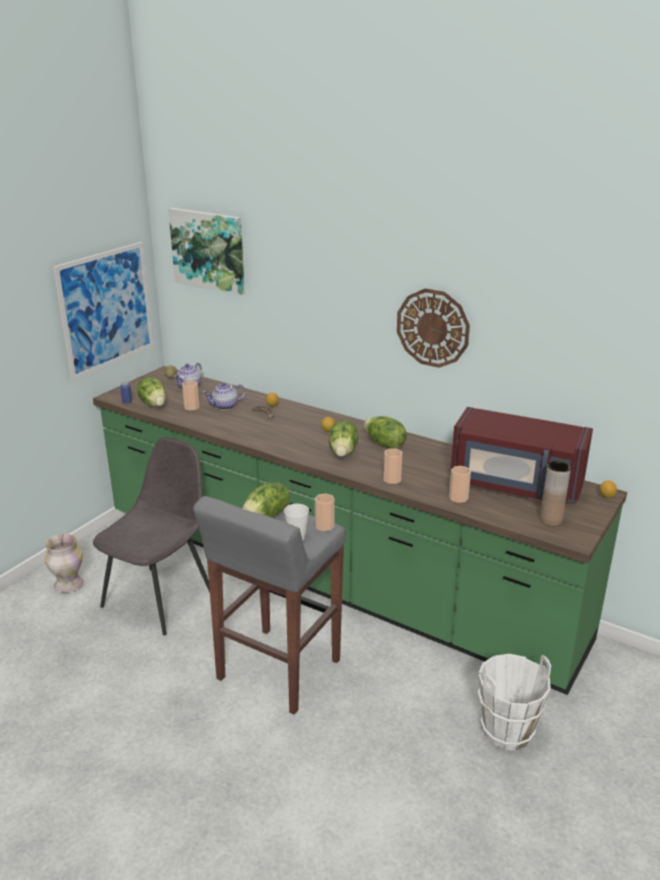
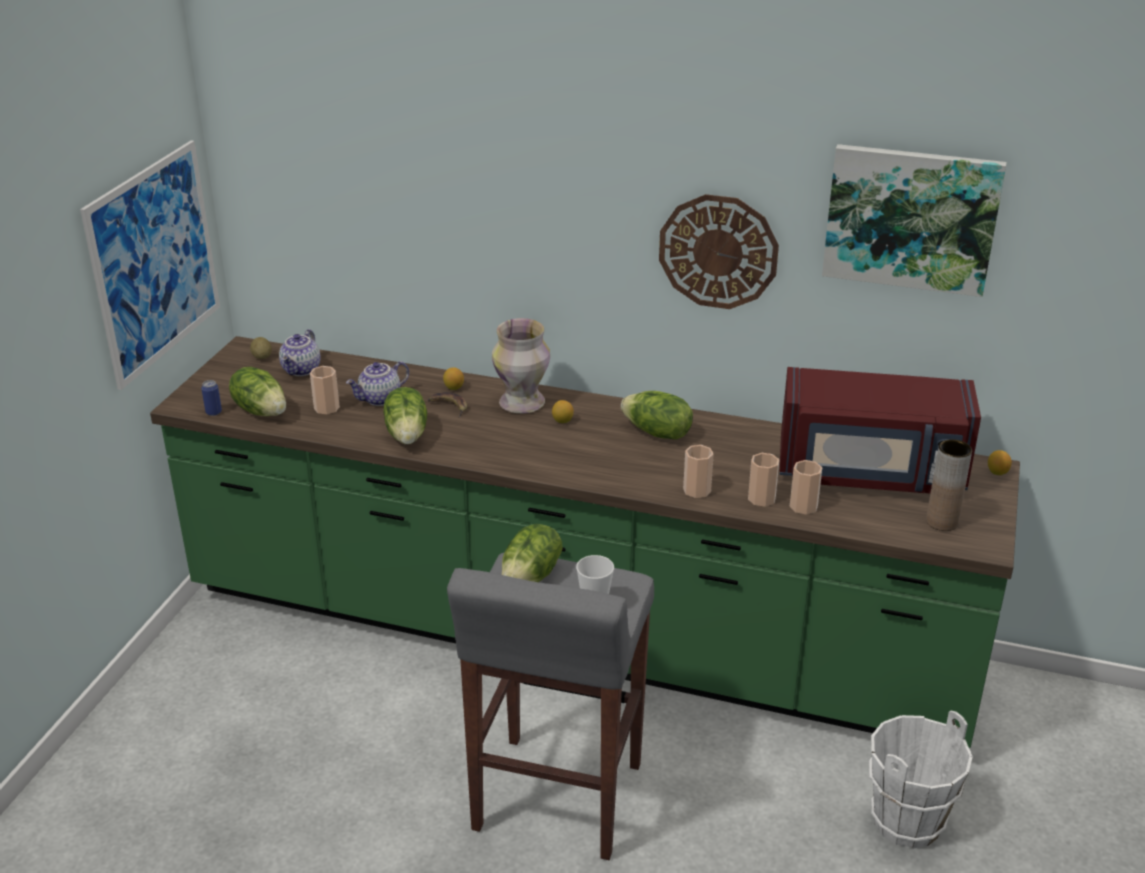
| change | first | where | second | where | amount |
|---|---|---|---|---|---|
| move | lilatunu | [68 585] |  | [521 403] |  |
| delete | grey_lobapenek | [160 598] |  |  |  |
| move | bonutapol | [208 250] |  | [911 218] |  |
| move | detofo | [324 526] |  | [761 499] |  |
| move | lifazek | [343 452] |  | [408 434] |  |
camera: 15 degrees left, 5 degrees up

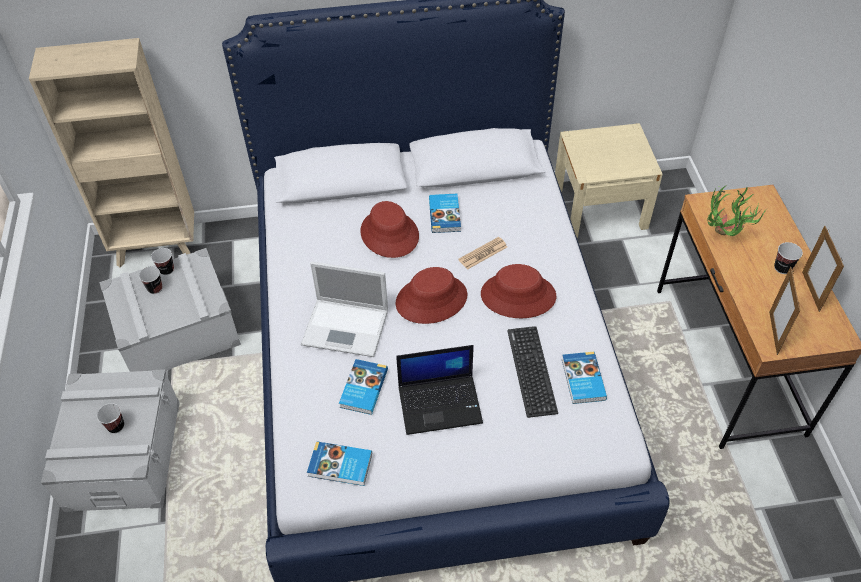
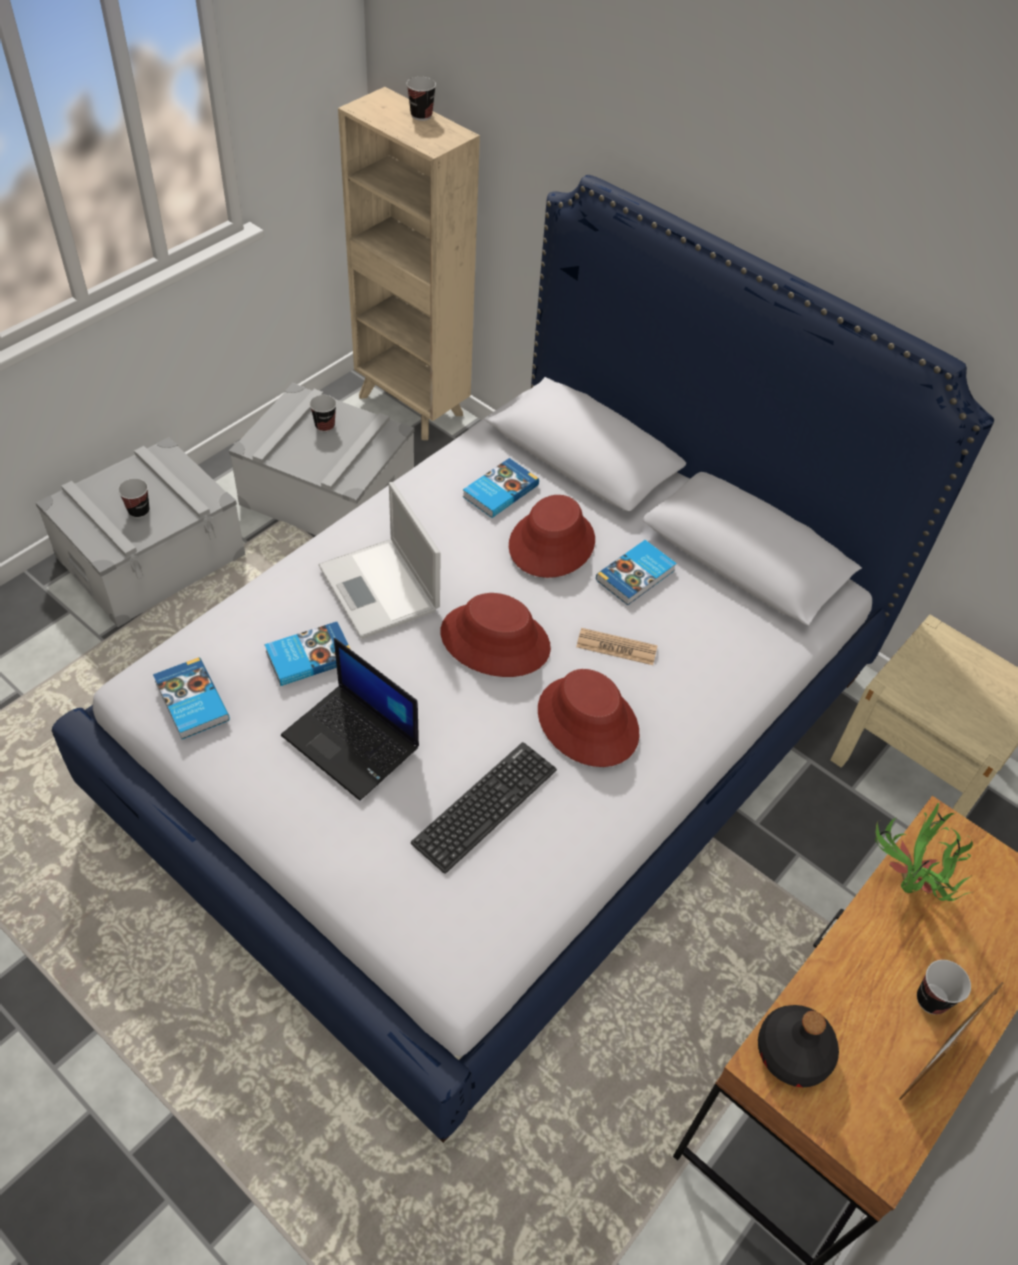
| change | first | where | second | where | amount |
|---|---|---|---|---|---|
| move | detofo | [166 270] |  | [421 115] |  |
| move | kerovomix | [582 380] |  | [499 491] |  |
| replace | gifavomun | [773 333] | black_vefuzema | [793 1053] |  |
camera: 45 degrees right, 0 degrees up

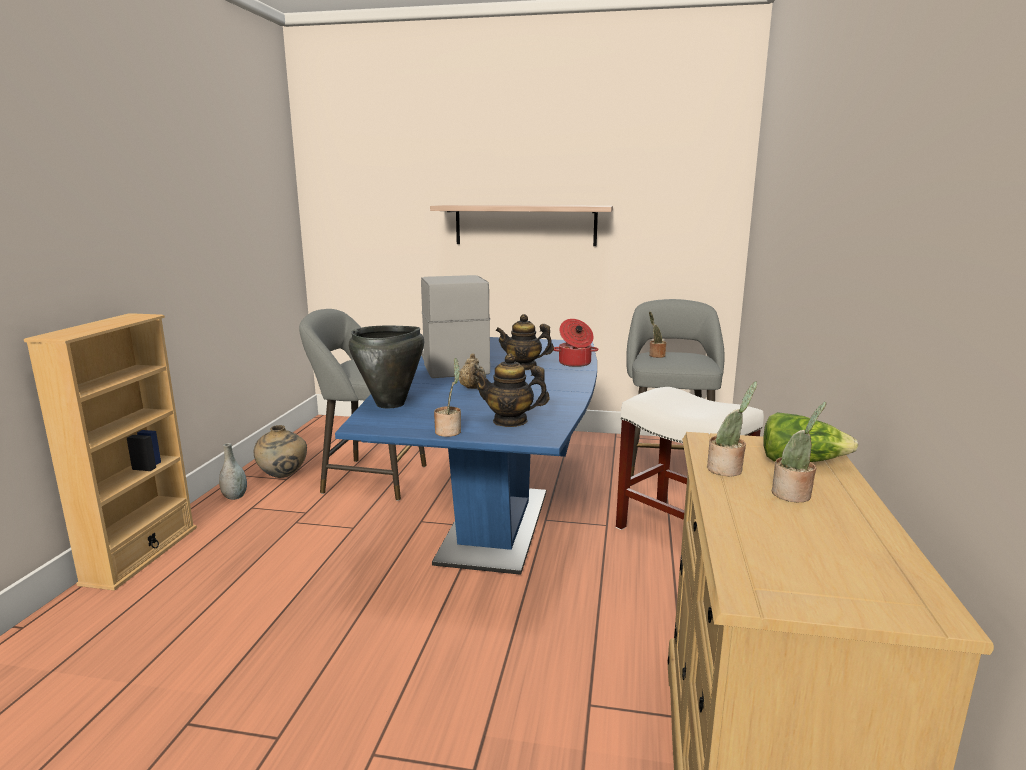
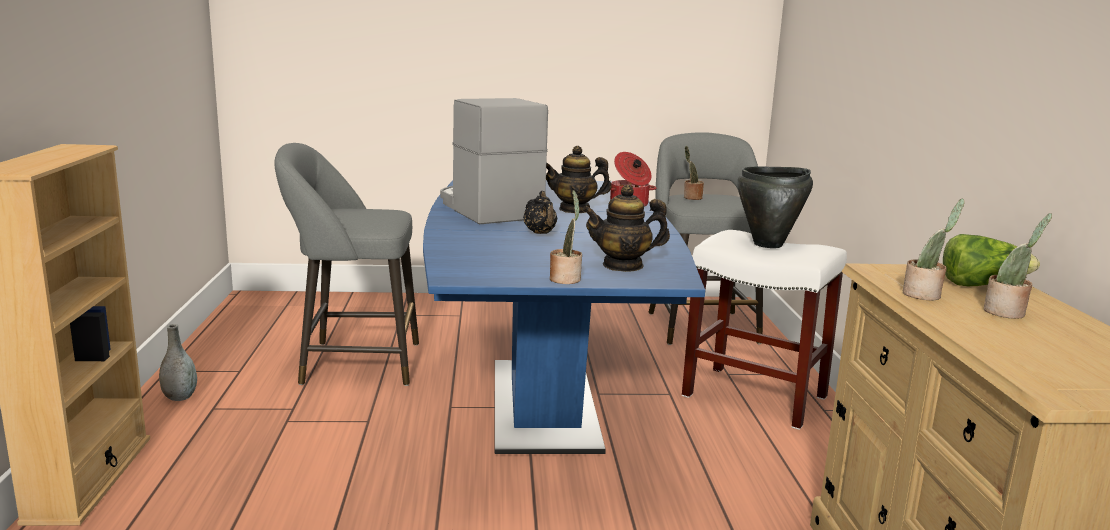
| change | first | where | second | where | amount |
|---|---|---|---|---|---|
| delete | beige_lilatunu | [283 477] |  |  |  |
| move | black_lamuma | [390 404] |  | [768 244] |  |
| delete | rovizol | [525 225] |  |  |  |
| recolor | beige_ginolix | [472 388] | black_ginolix | [540 233] |  |
camera: 15 degrees left, 0 degrees up

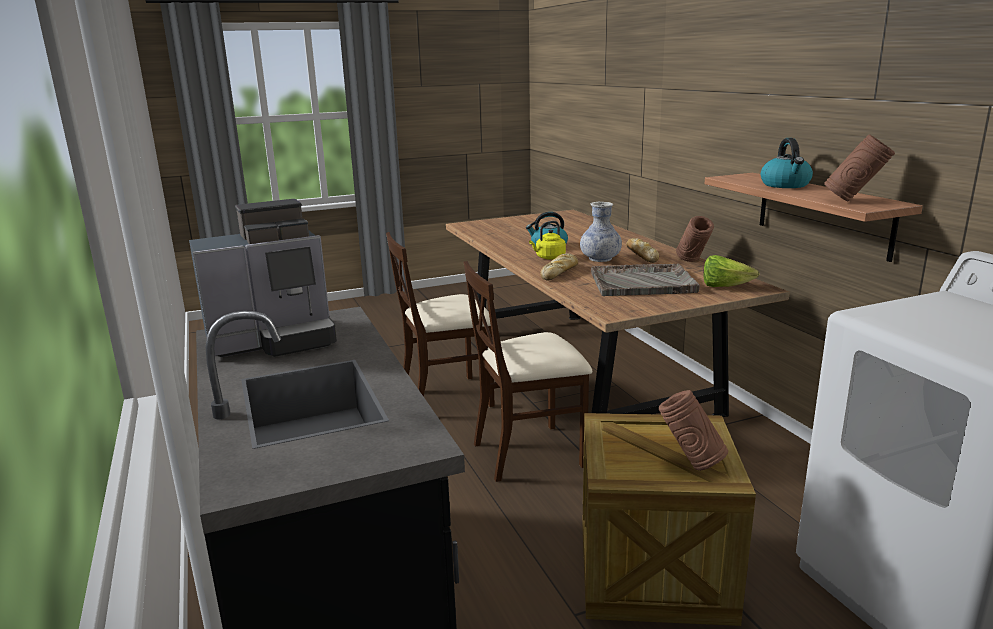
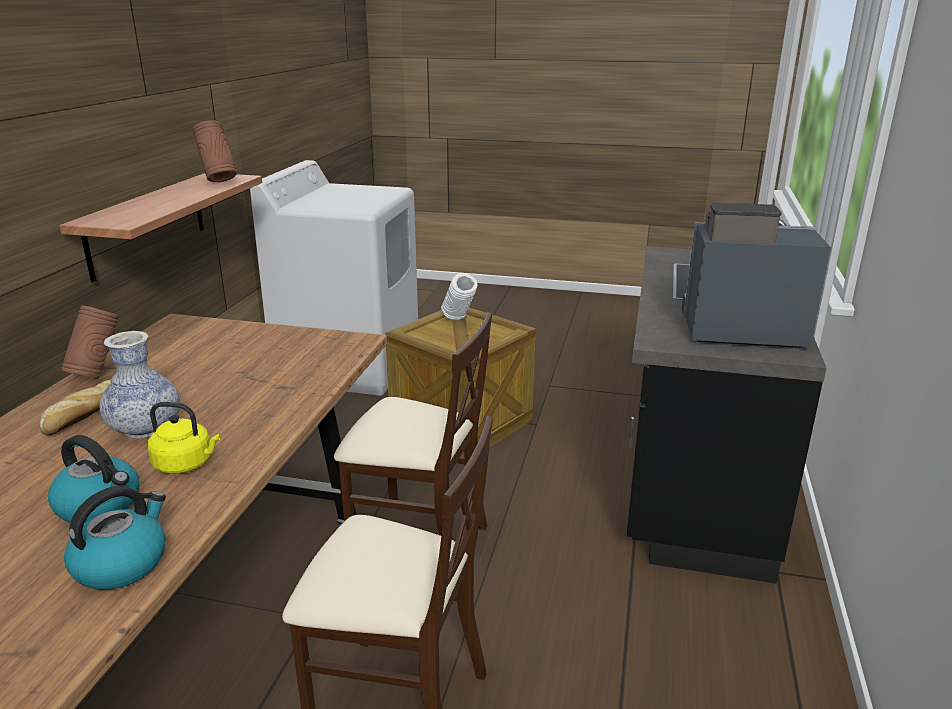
| change | first | where | second | where | amount |
|---|---|---|---|---|---|
| delete | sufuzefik | [559 272] |  |  |  |
| delete | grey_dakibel | [643 282] |  |  |  |
| recolor | brown_lilatunu | [690 463] | white_lilatunu | [459 321] |  |
| delete | lifazek | [724 287] |  |  |  |
| move | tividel | [785 185] |  | [122 563] |  |
camera: 145 degrees left, 5 degrees up

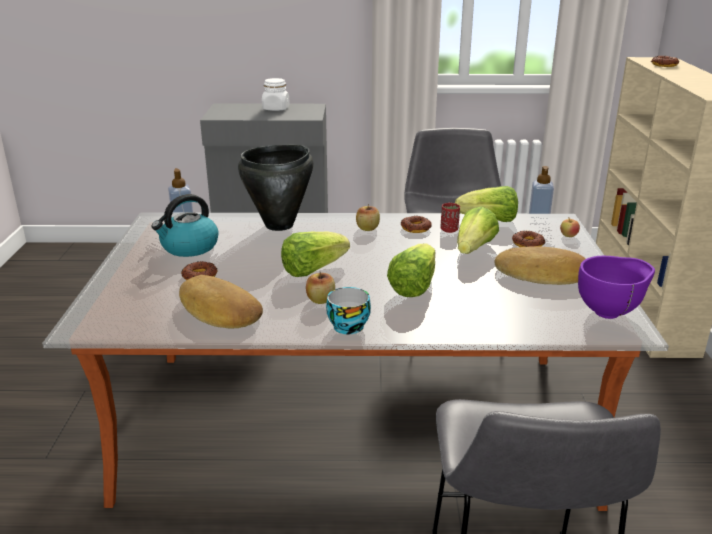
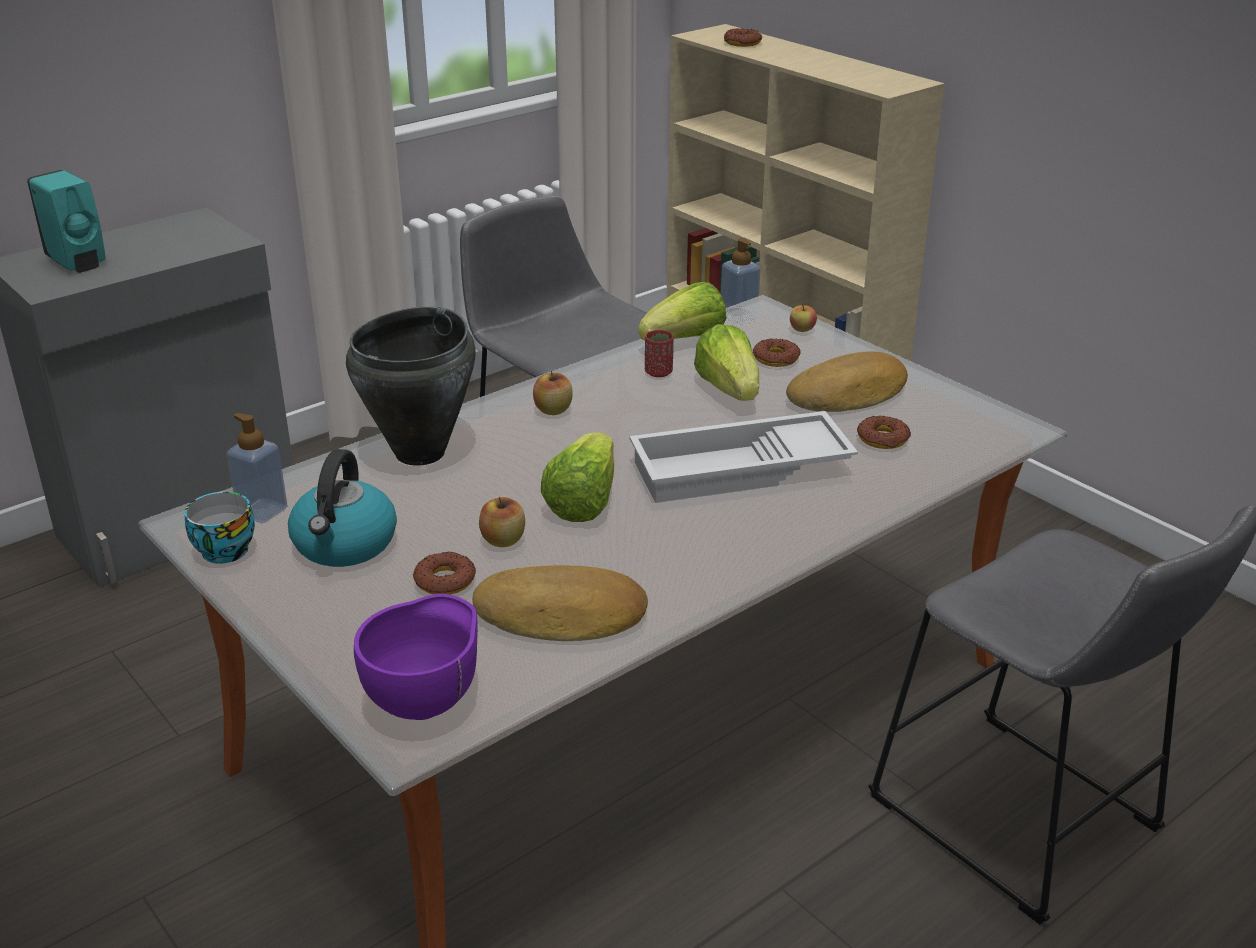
| change | first | where | second | where | amount |
|---|---|---|---|---|---|
| delete | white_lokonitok | [276 109] |  |  |  |
| move | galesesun | [320 300] |  | [503 540] |  |
| move | detofo | [348 325] |  | [222 549] |  |
| replace | lifazek | [413 286] | white_dakibel | [740 471] |  |
| move | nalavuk | [416 228] |  | [883 439] |  |
| move | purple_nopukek | [610 312] |  | [426 702] |  |
| insert |  |  | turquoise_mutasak | [78 263] |  |
camera: 40 degrees left, 5 degrees up

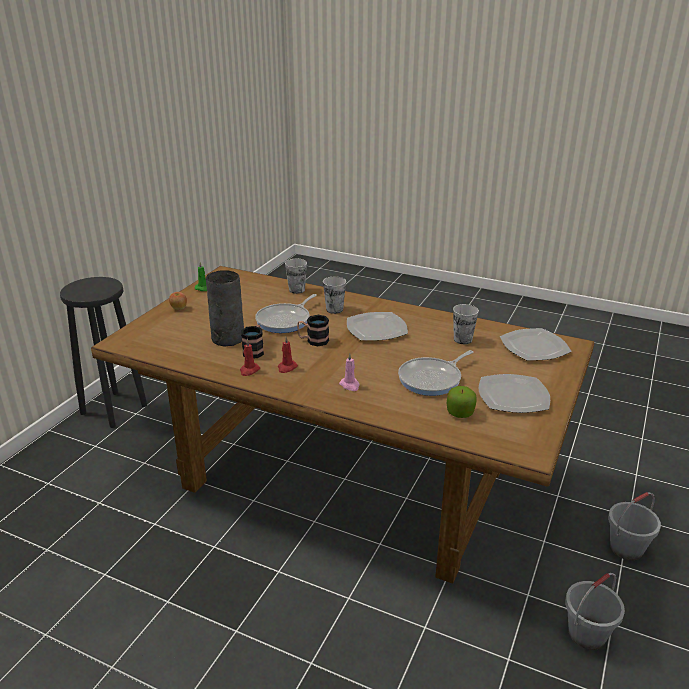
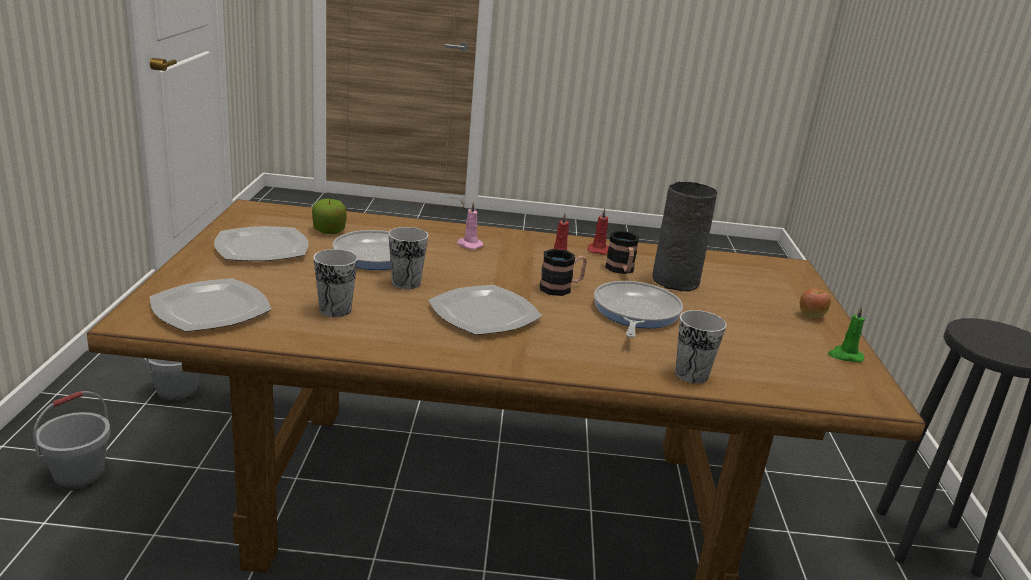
| change | first | where | second | where | amount |
|---|---|---|---|---|---|
| move | detofo | [334 309] |  | [406 283] |  |
camera: 155 degrees right, 5 degrees down

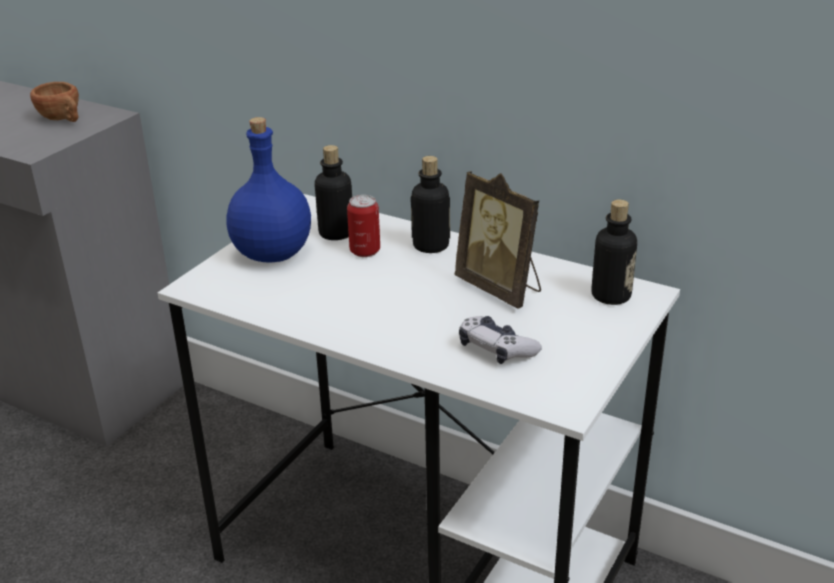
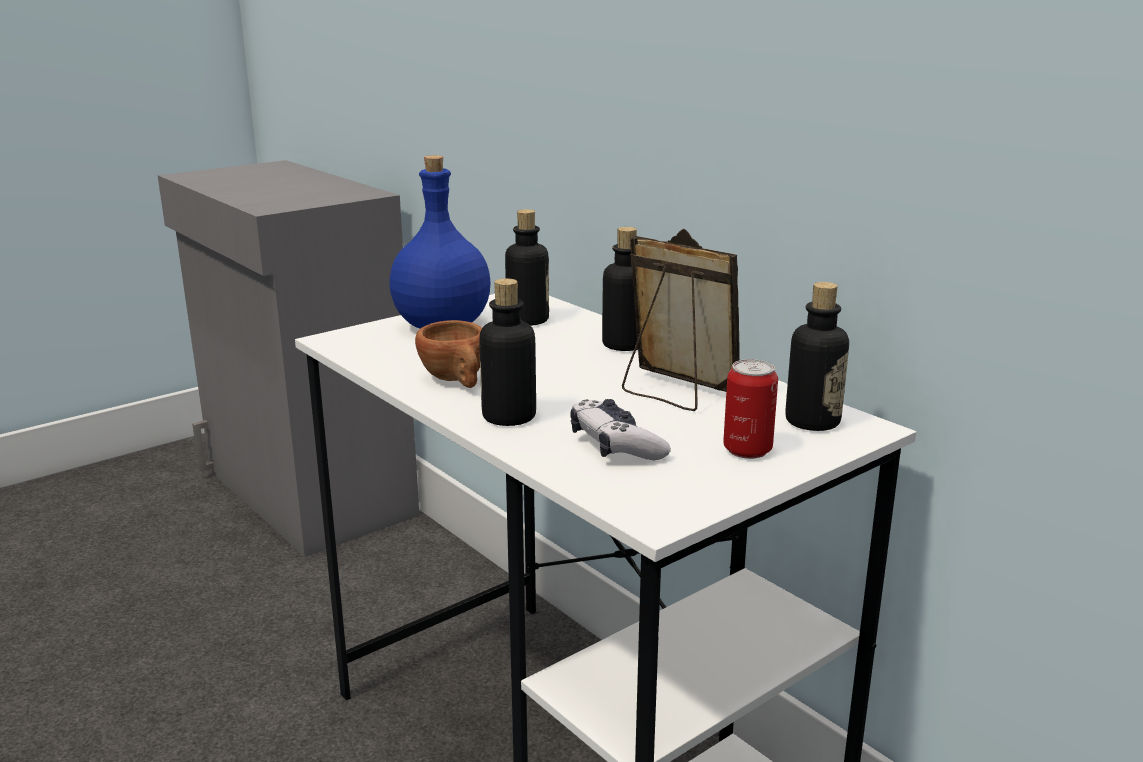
| change | first | where | second | where | amount |
|---|---|---|---|---|---|
| move | brown_detofo | [63 119] |  | [457 381] |  |
| move | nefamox | [365 251] |  | [747 450] |  |
| rotate | gifavomun | [501 288] |  | [674 393] | 150 degrees clockwise |
| insert |  |  | vefuzema | [509 417] |  |
camera: 20 degrees right, 10 degrees down

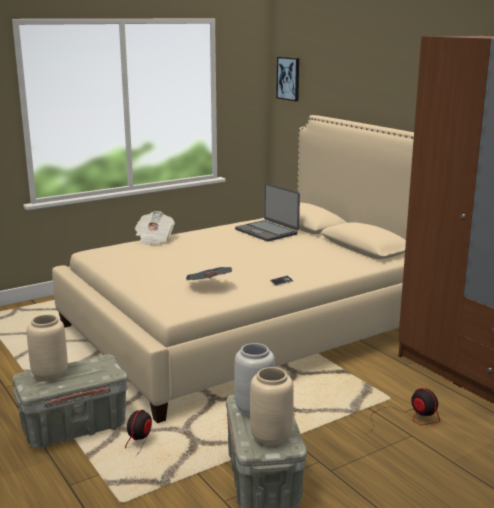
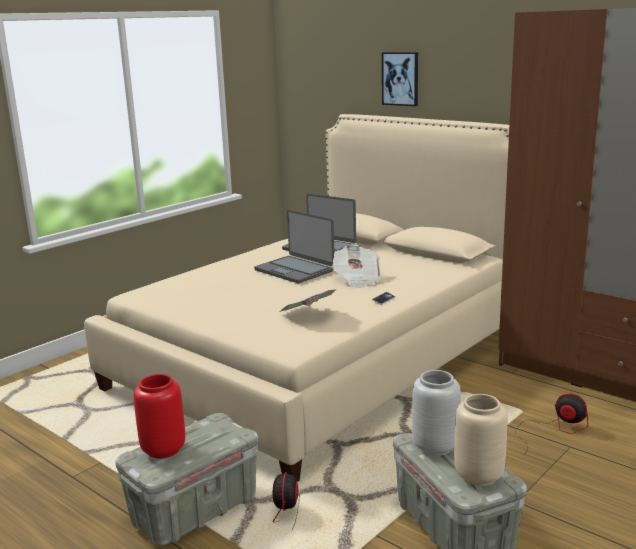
| change | first | where | second | where | amount |
|---|---|---|---|---|---|
| recolor | beige_lilatunu | [49 374] | red_lilatunu | [163 450] |  |
| move | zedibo | [154 239] |  | [357 280] |  |
| move | bonutapol | [288 78] |  | [400 78] |  |
| insert |  |  | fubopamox | [295 270] |  |
camera: 15 degrees left, 0 degrees up

